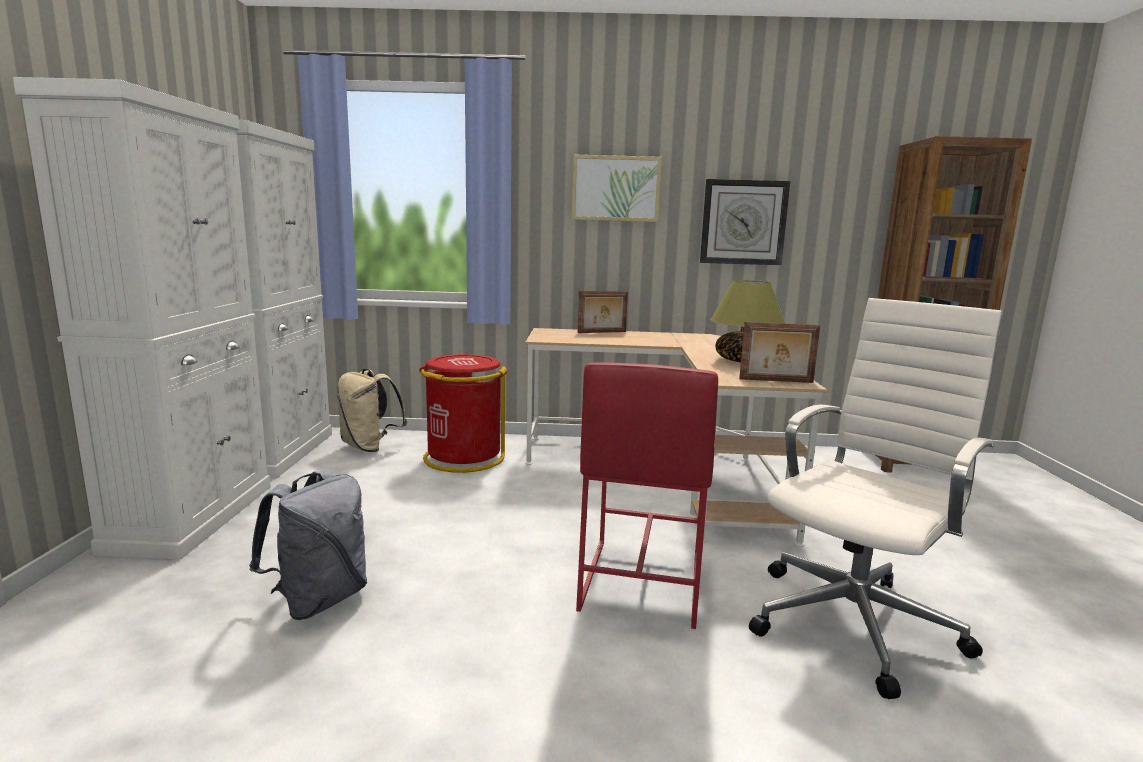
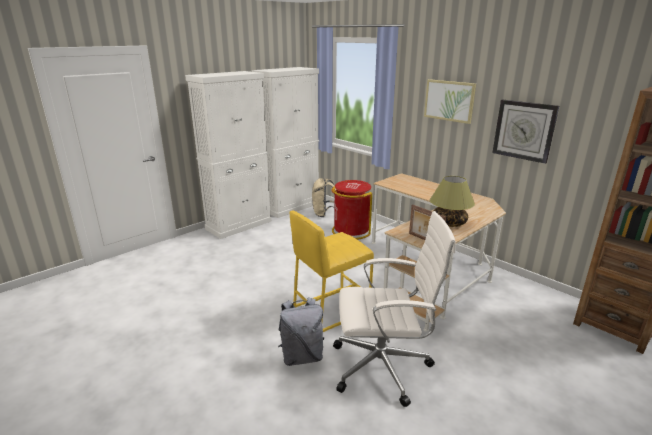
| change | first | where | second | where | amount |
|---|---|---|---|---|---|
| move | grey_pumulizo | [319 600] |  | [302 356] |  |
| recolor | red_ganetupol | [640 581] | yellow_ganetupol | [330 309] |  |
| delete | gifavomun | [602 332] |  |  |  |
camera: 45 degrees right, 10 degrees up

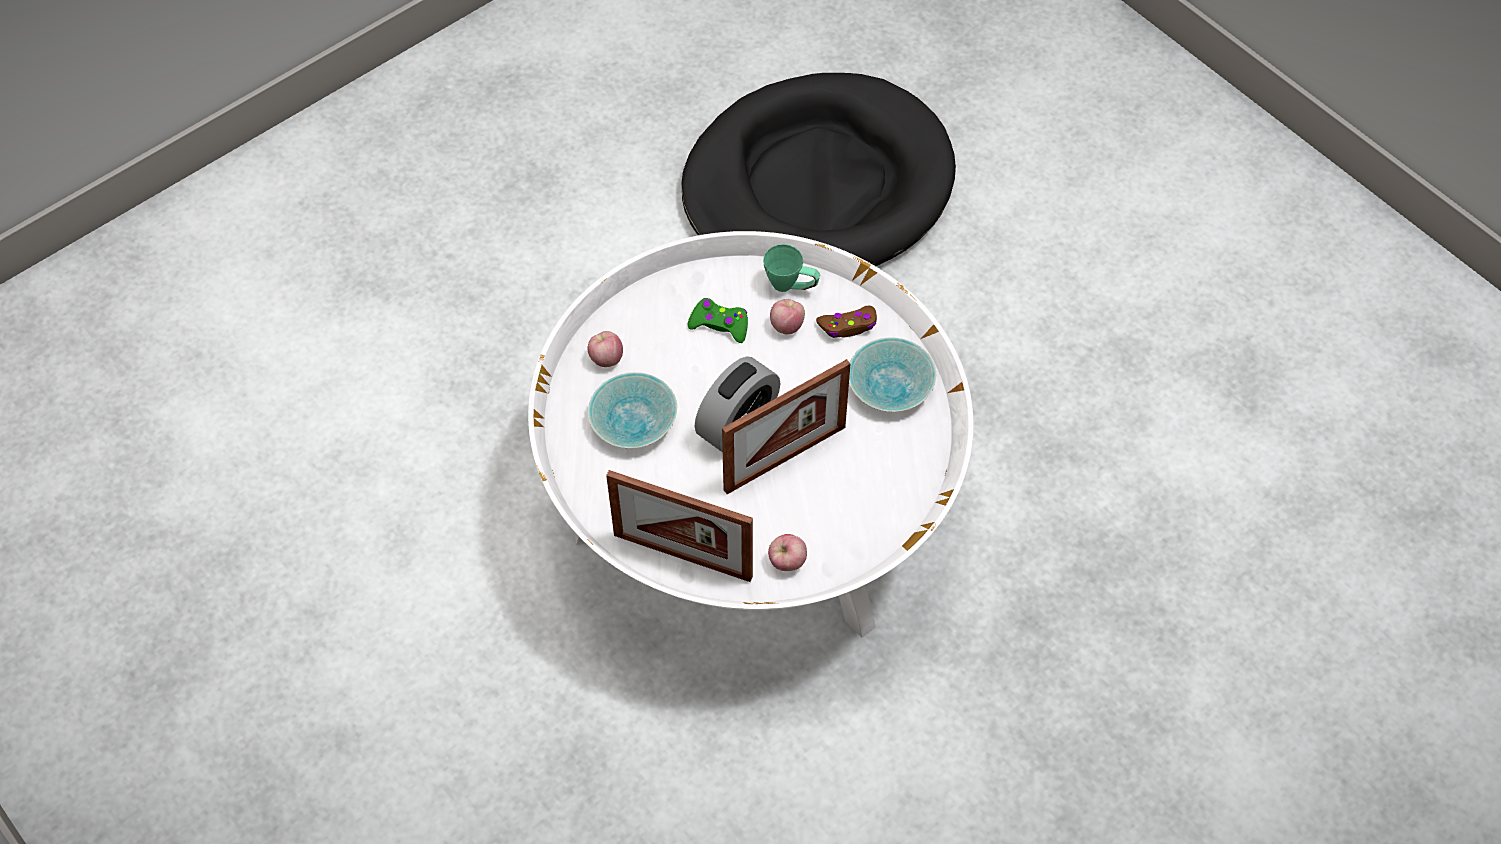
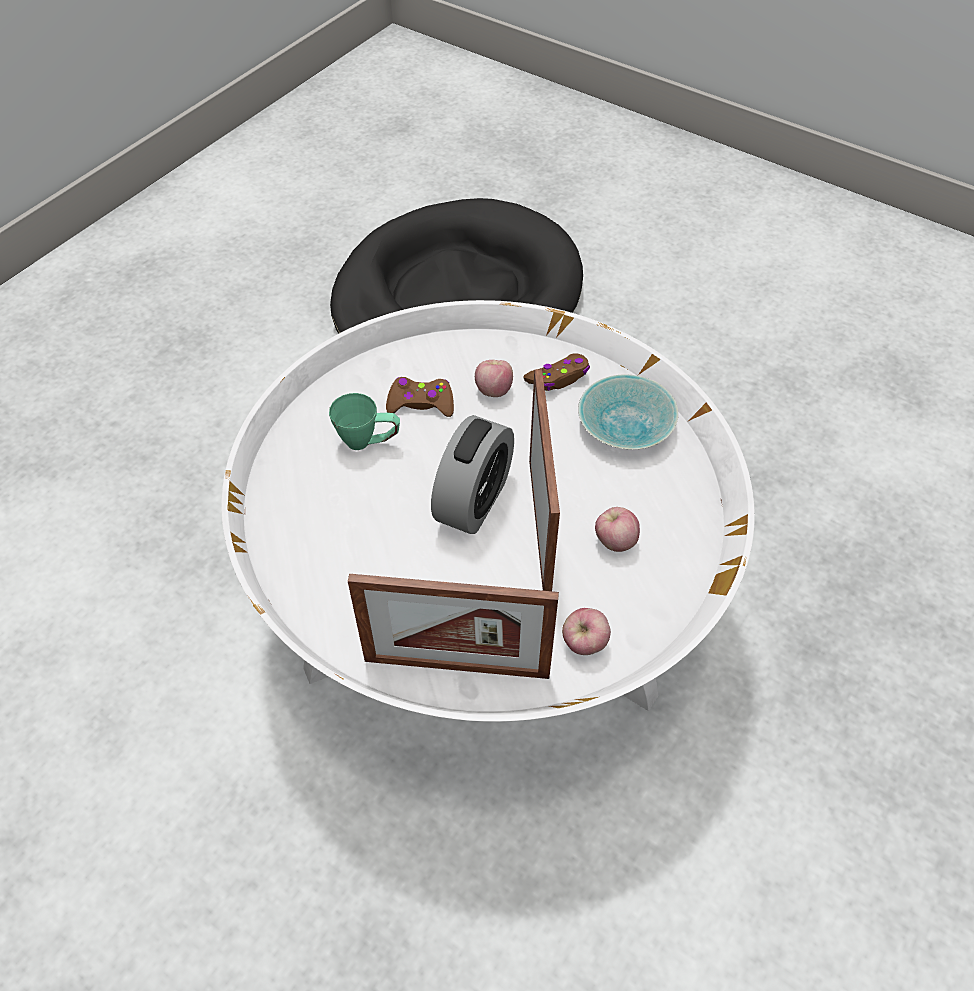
| change | first | where | second | where | amount |
|---|---|---|---|---|---|
| move | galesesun | [606 358] |  | [615 541] |  |
| delete | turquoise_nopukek | [632 422] |  |  |  |
| recolor | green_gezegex | [719 324] | brown_gezegex | [421 403] |  |
| rotate | gifavomun | [785 458] |  | [539 526] | 45 degrees counterclockwise |
| move | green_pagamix | [791 287] |  | [369 442] |  |
camera: 15 degrees left, 5 degrees down

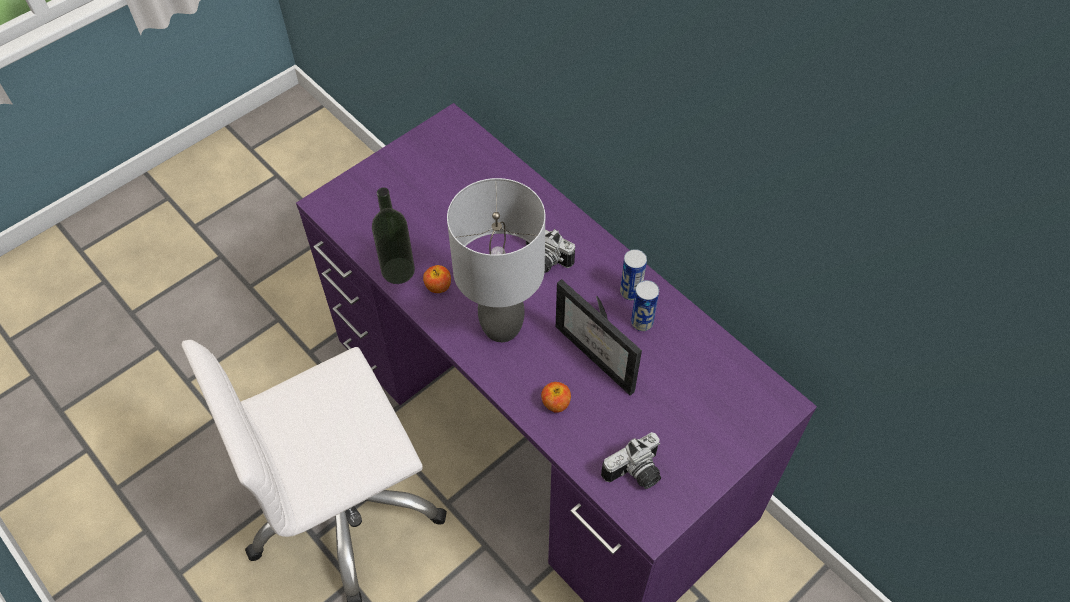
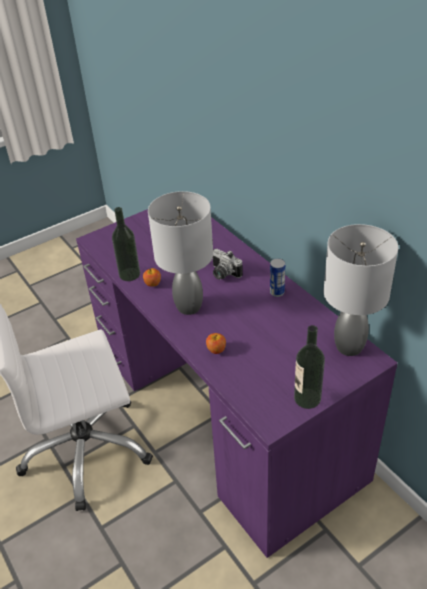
| change | first | where | second | where | amount |
|---|---|---|---|---|---|
| delete | gifavomun | [603 353] |  |  |  |
| delete | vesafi | [636 474] |  |  |  |
| delete | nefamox | [642 322] |  |  |  |
| insert |  |  | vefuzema | [307 398] |  |
| insert |  |  | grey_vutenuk | [350 346] |  |
camera: 10 degrees right, 15 degrees down

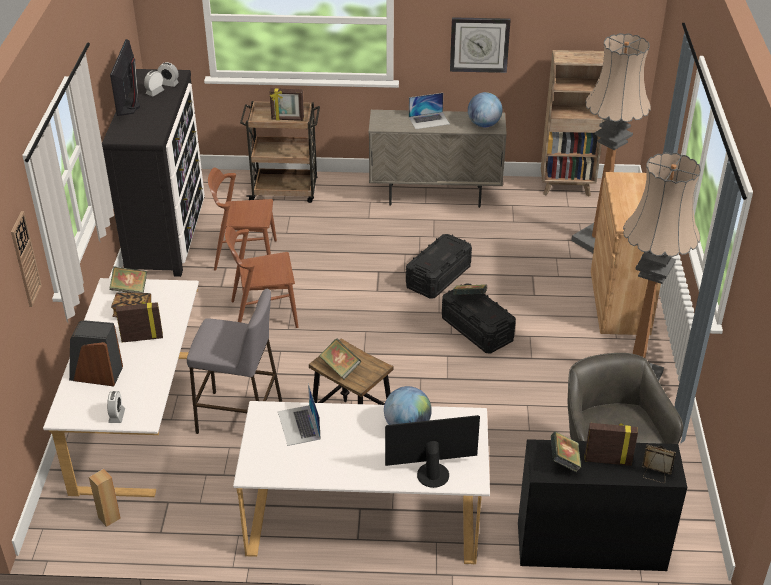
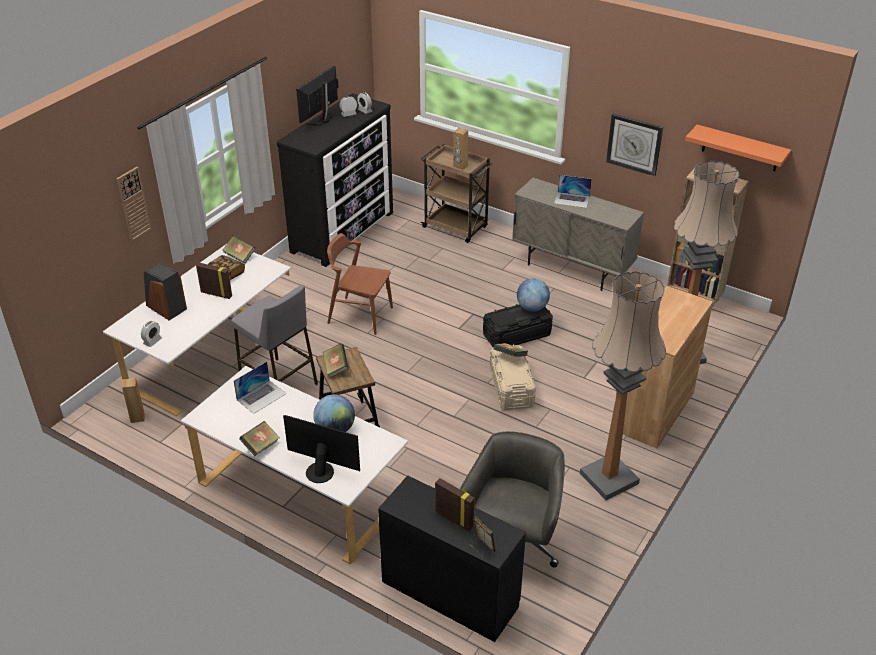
| change | first | where | second | where | amount |
|---|---|---|---|---|---|
| delete | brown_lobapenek | [245 255] |  |  |  |
| replace | gifavomun | [287 119] | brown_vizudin | [460 166] |  |
| rotate | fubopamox | [299 425] |  | [261 396] | 150 degrees counterclockwise |
| recolor | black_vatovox | [477 329] | beige_vatovox | [511 387] |  |
| move | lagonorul | [484 124] |  | [532 307] |  |
| move | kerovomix | [564 461] |  | [261 446] |  |
| insert |  |  | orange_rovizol | [740 148] |  |
camera: 30 degrees right, 0 degrees up

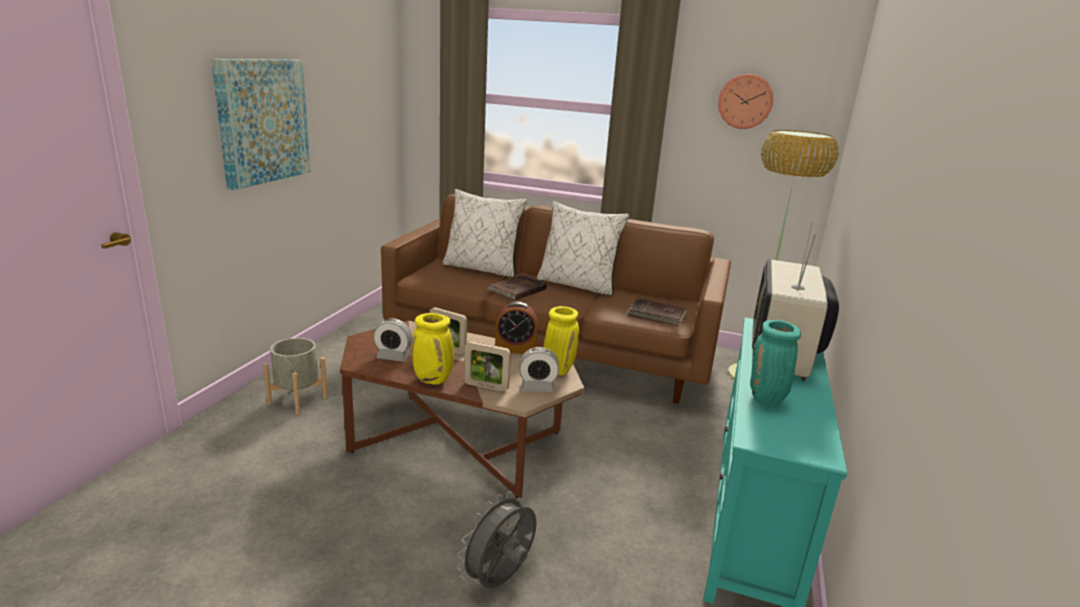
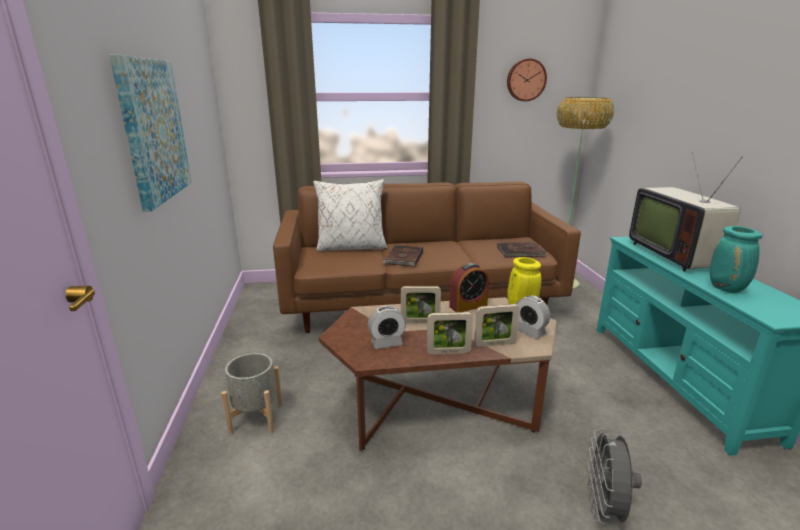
| change | first | where | second | where | amount |
|---|---|---|---|---|---|
| replace | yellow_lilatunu | [434 380] | gifavomun | [448 352] |  |
| rotate | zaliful | [537 388] |  | [529 332] | 75 degrees clockwise |
| delete | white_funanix | [577 285] |  |  |  |
camera: 25 degrees left, 0 degrees up

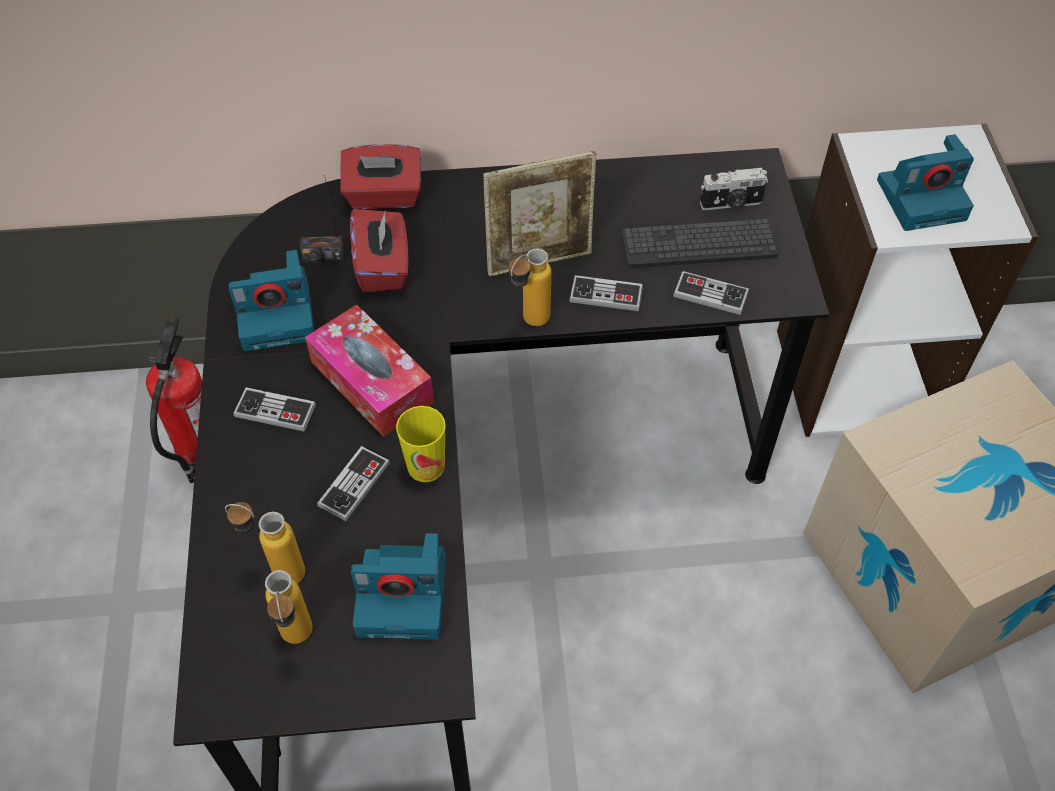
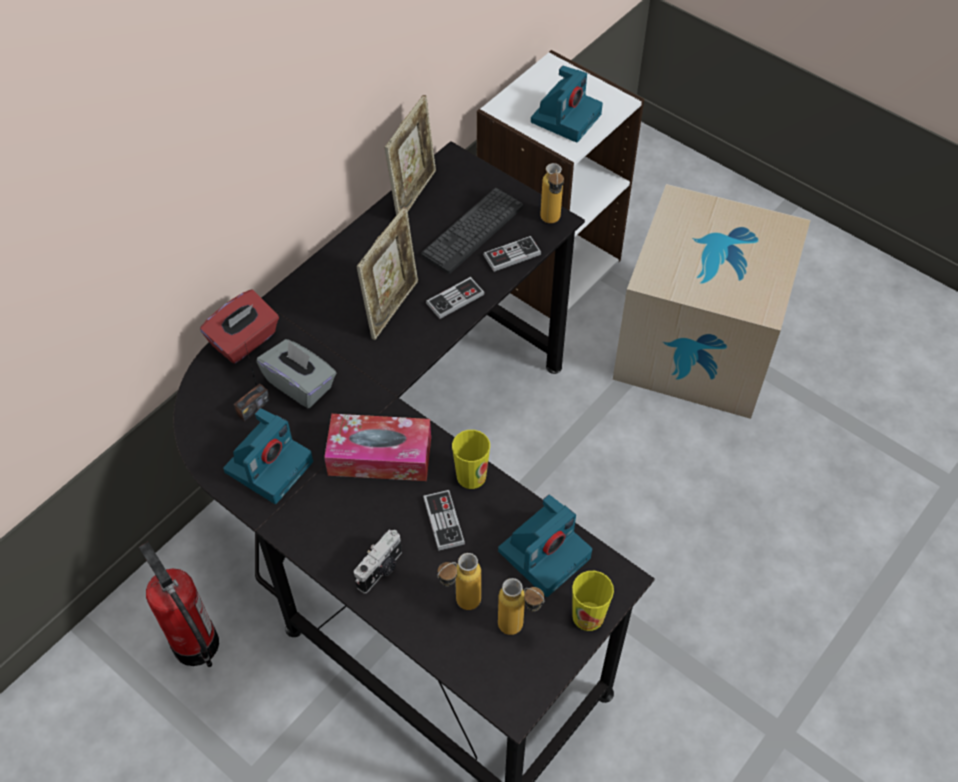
| change | first | where | second | where | amount |
|---|---|---|---|---|---|
| delete | gezegex | [275 411] |  |  |  |
| recolor | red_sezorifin | [383 267] | grey_sezorifin | [300 384] |  |
| move | vefuzema | [529 324] |  | [551 223] |  |
| move | vesafi | [731 204] |  | [381 570] |  |
| insert |  |  | gifavomun | [414 194] |  |
| insert |  |  | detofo | [588 616] |  |
camera: 45 degrees left, 0 degrees up

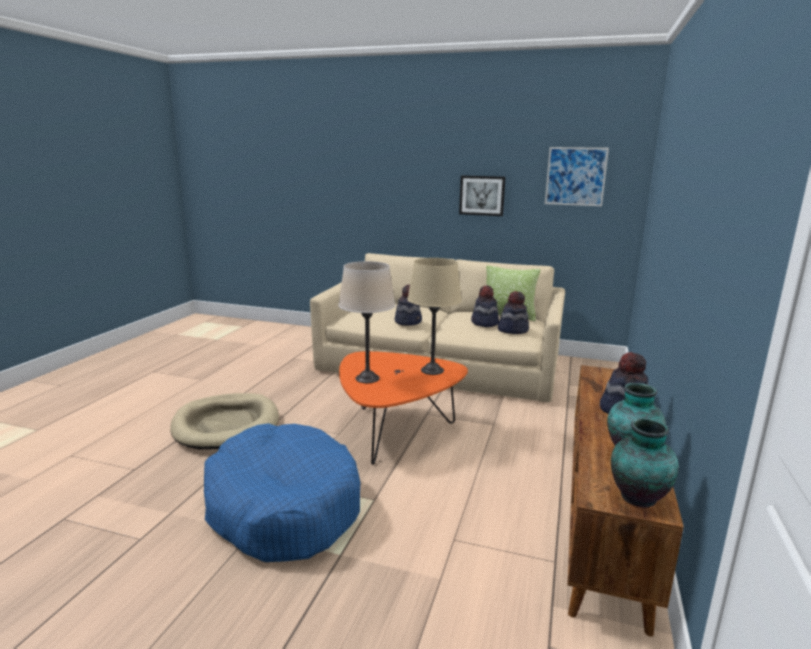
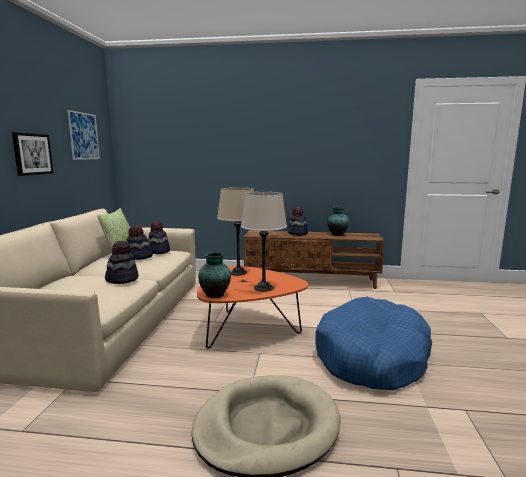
| change | first | where | second | where | amount |
|---|---|---|---|---|---|
| move | lilatunu | [638 498] |  | [215 295] |  |
camera: 100 degrees left, 5 degrees down

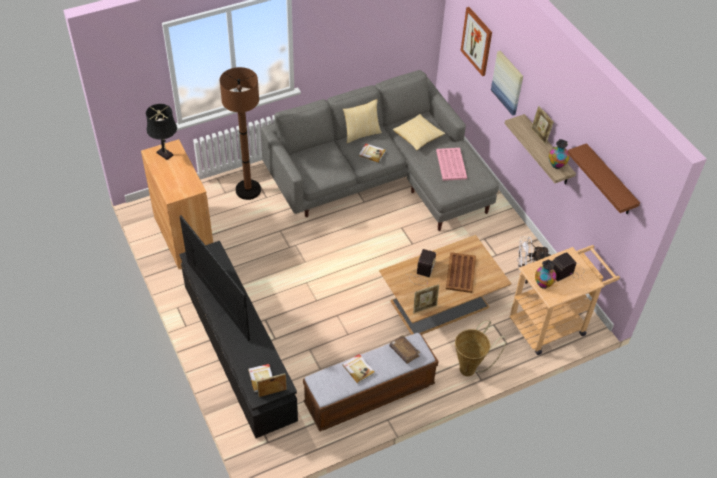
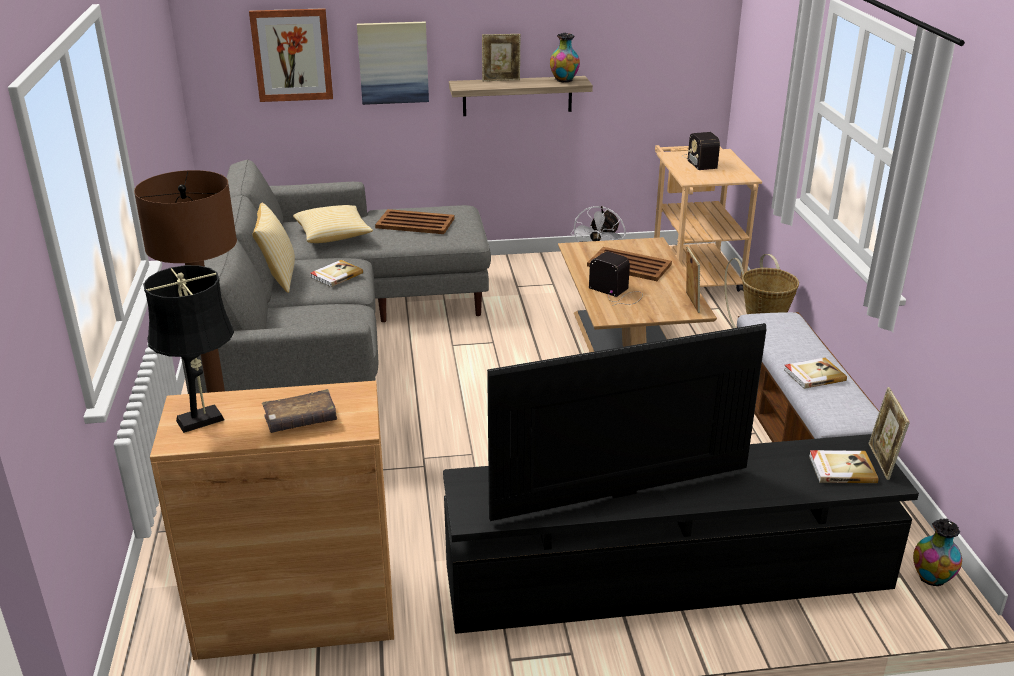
| change | first | where | second | where | amount |
|---|---|---|---|---|---|
| move | brown_kerovomix | [404 351] |  | [300 420] |  |
| recolor | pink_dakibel | [451 164] | brown_dakibel | [414 223] |  |
| move | lilatunu | [543 284] |  | [931 578] |  |
| delete | brown_rovizol | [609 181] |  |  |  |
camera: 70 degrees left, 20 degrees down

